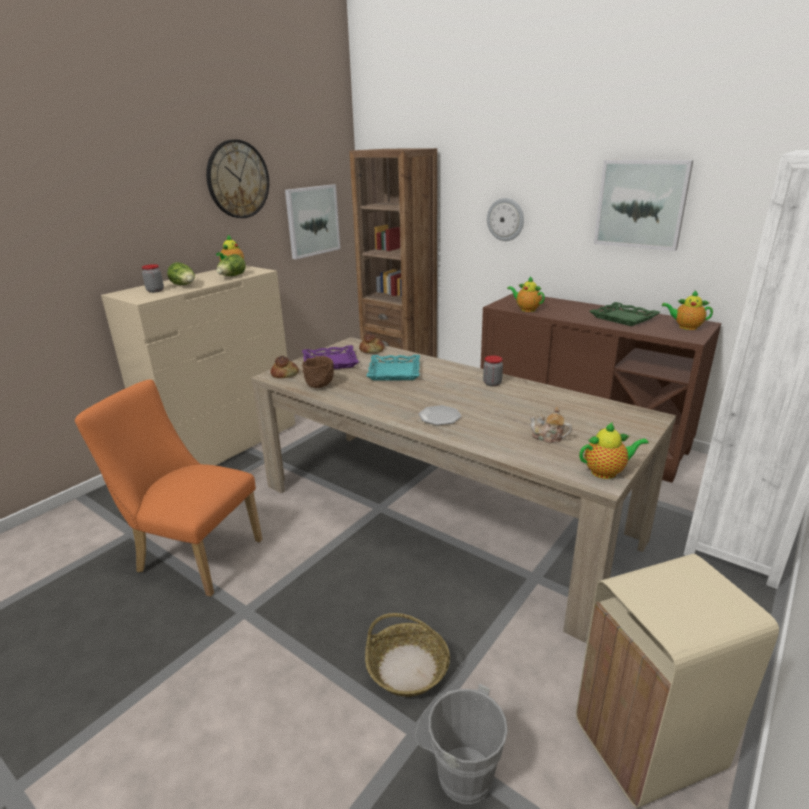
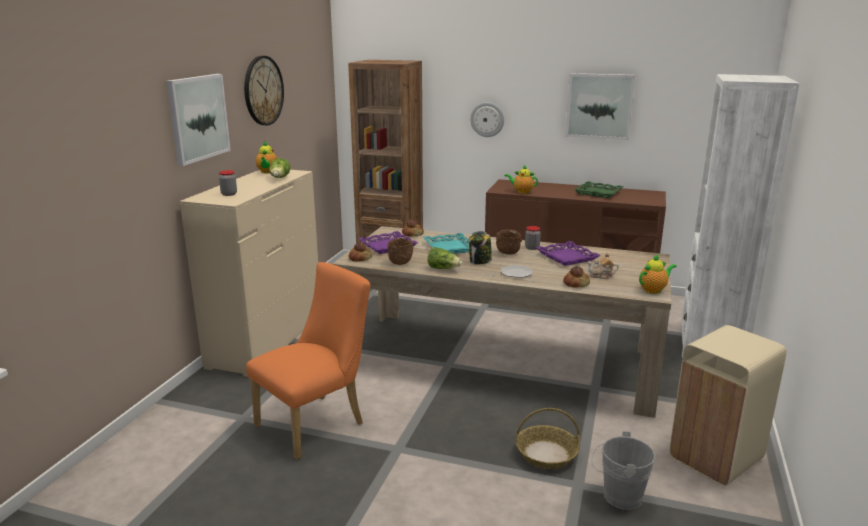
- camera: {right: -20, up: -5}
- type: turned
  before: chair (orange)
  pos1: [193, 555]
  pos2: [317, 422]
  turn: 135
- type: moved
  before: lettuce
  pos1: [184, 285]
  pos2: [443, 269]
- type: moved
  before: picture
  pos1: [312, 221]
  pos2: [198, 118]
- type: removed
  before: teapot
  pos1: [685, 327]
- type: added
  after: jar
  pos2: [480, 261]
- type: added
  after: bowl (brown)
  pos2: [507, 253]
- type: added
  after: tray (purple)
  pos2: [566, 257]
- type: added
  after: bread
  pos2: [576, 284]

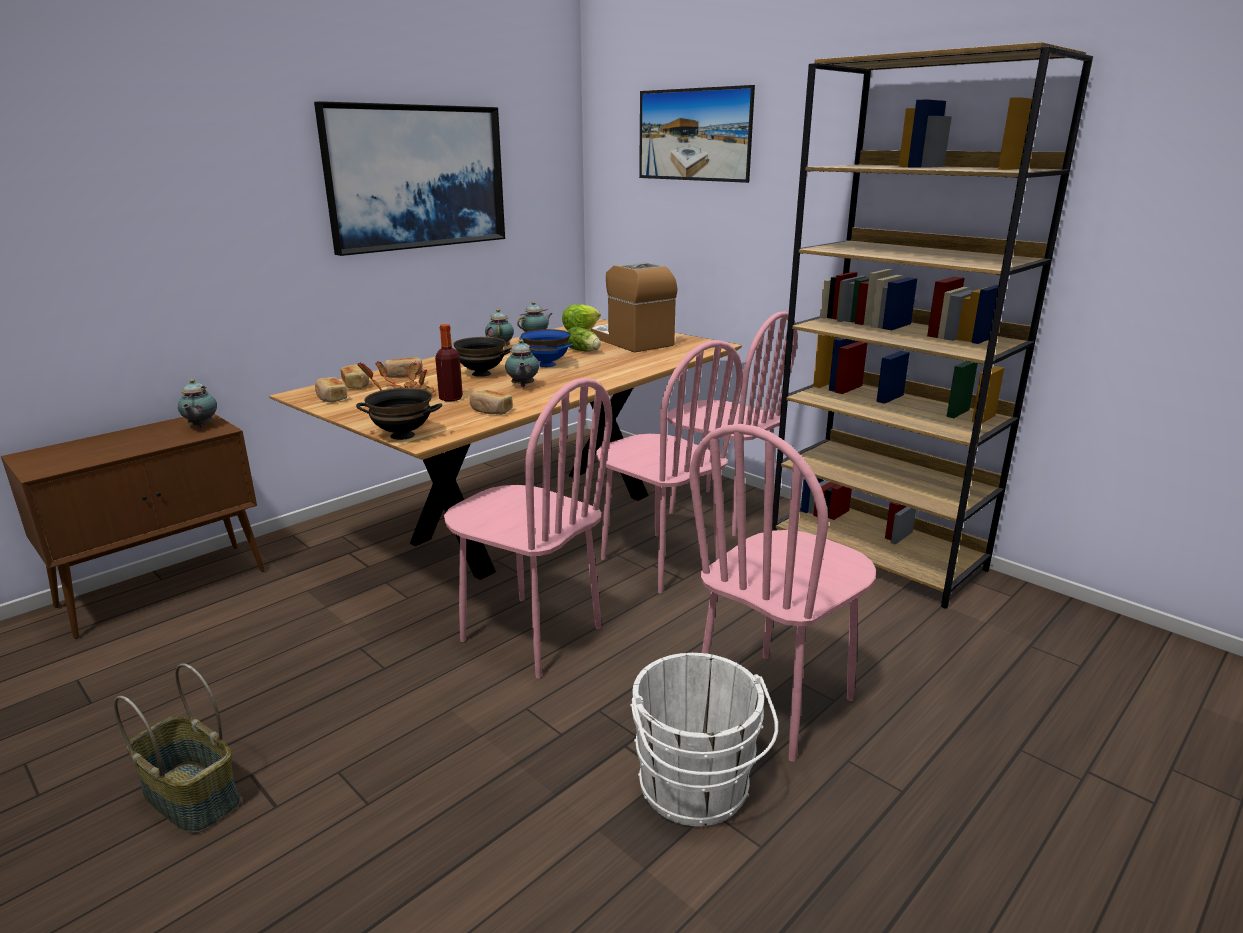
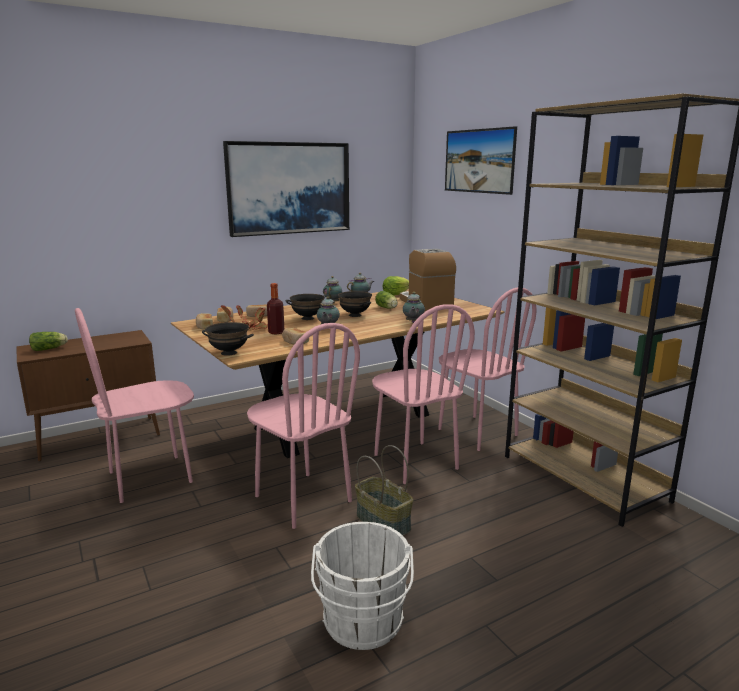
- camera: {right: 15, up: -5}
- type: moved
  before: basket
  pos1: [193, 797]
  pos2: [384, 522]
- type: moved
  before: teapot
  pos1: [200, 427]
  pos2: [413, 322]
- type: recoloured
  before: bowl (blue)
  after: bowl (black)
  pos1: [547, 364]
  pos2: [355, 315]
- type: moved
  before: chair (pink)
  pos1: [775, 703]
  pos2: [150, 477]
- type: added
  after: lettuce
  pos2: [50, 349]

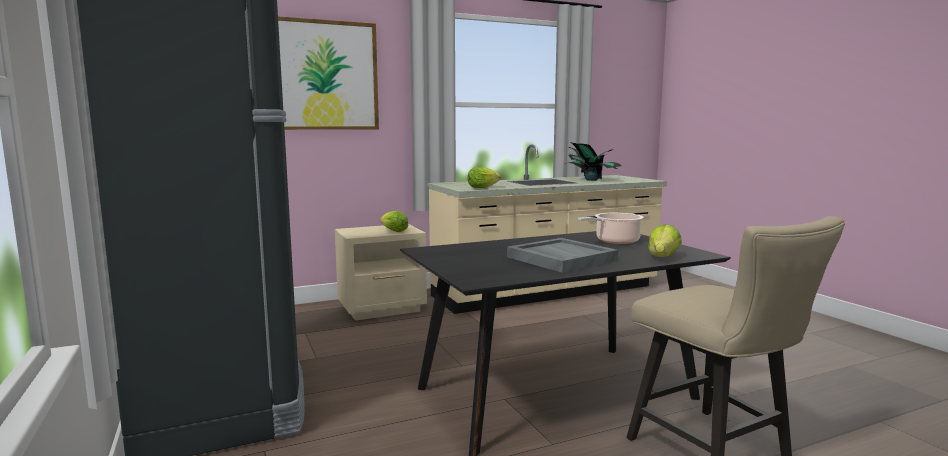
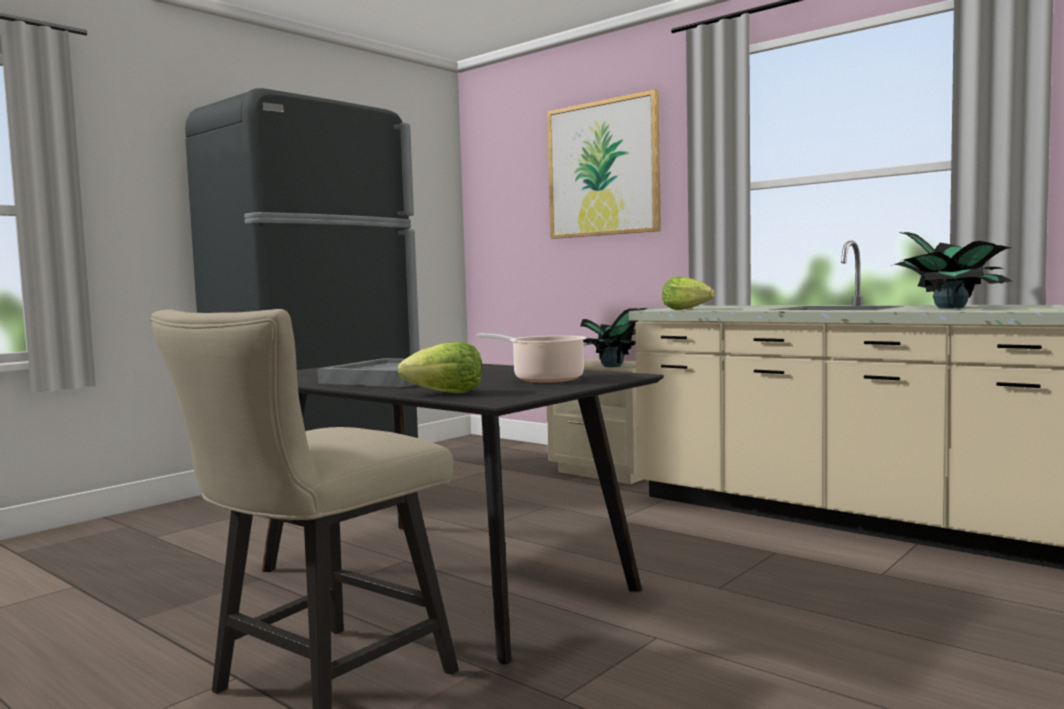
- camera: {right: 65, up: -5}
- type: replaced
  before: lettuce
  after: potted plant
  pos1: [394, 231]
  pos2: [612, 366]

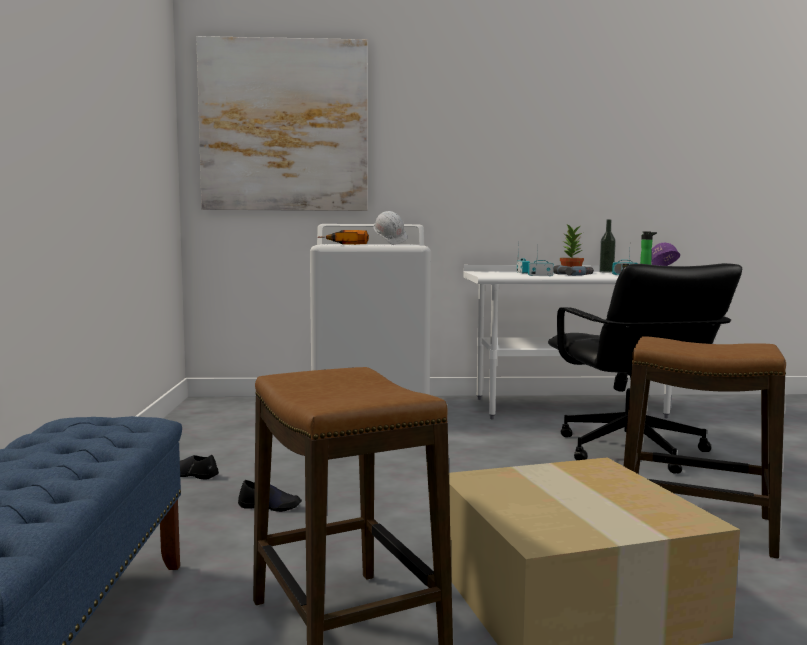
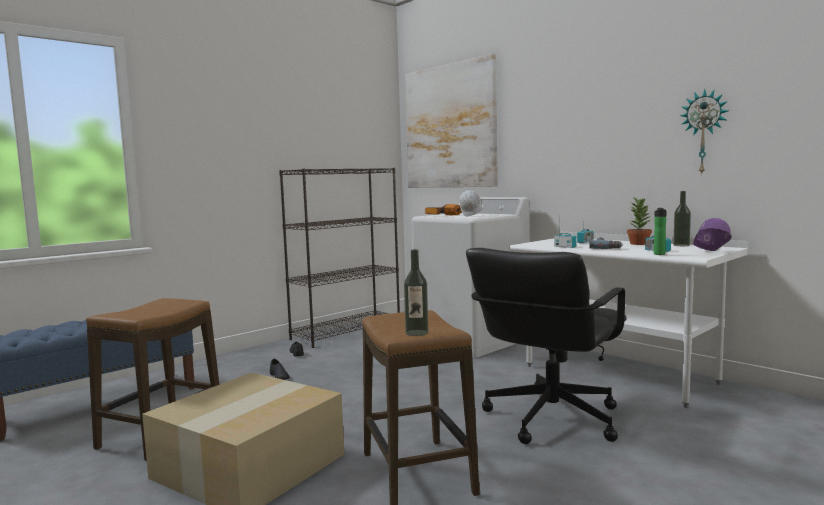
- camera: {right: 50, up: 0}
- type: added
  after: bookcase (black)
  pos2: [347, 332]
- type: added
  after: bottle
  pos2: [417, 333]
- type: added
  after: wall clock
  pos2: [704, 132]

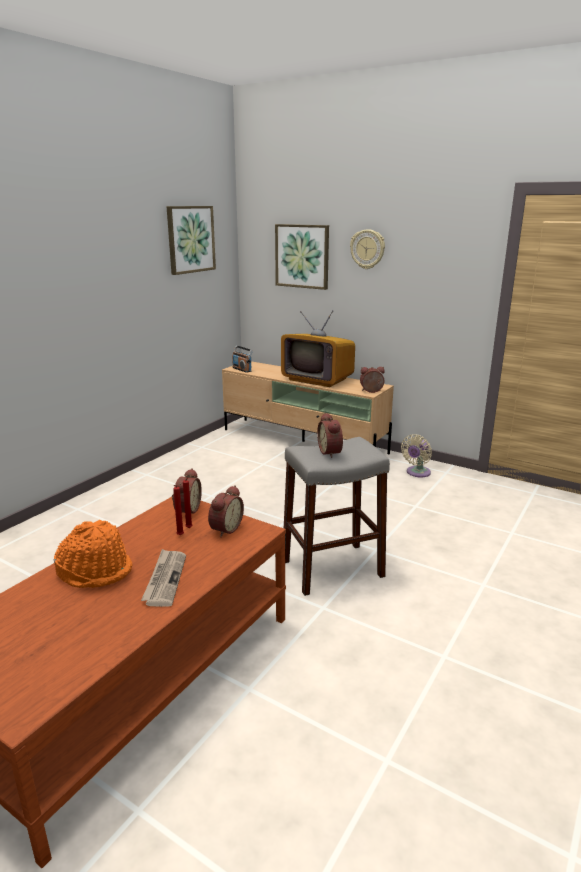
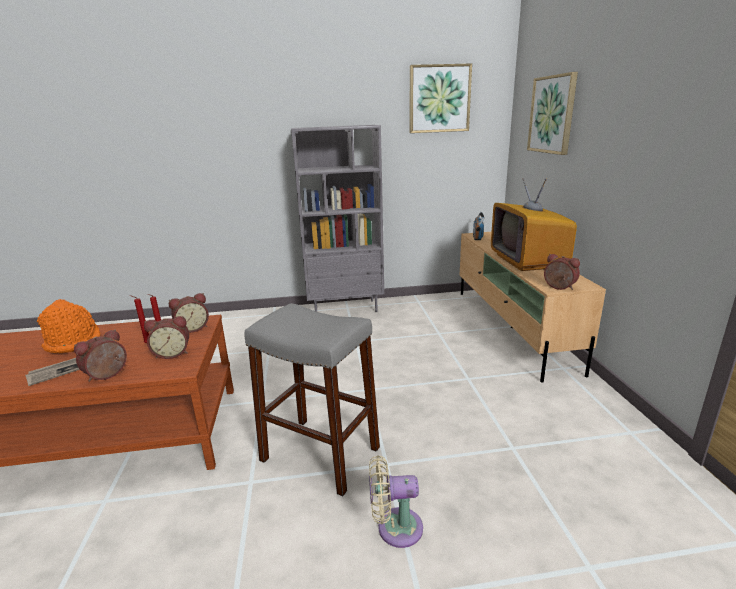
- camera: {right: 50, up: 0}
- type: moved
  before: alarm clock
  pos1: [331, 452]
  pos2: [108, 375]
- type: removed
  before: wall clock
  pos1: [367, 249]
- type: moved
  before: fan (beige)
  pos1: [417, 473]
  pos2: [394, 528]
- type: added
  after: bookcase (grey)
  pos2: [345, 308]

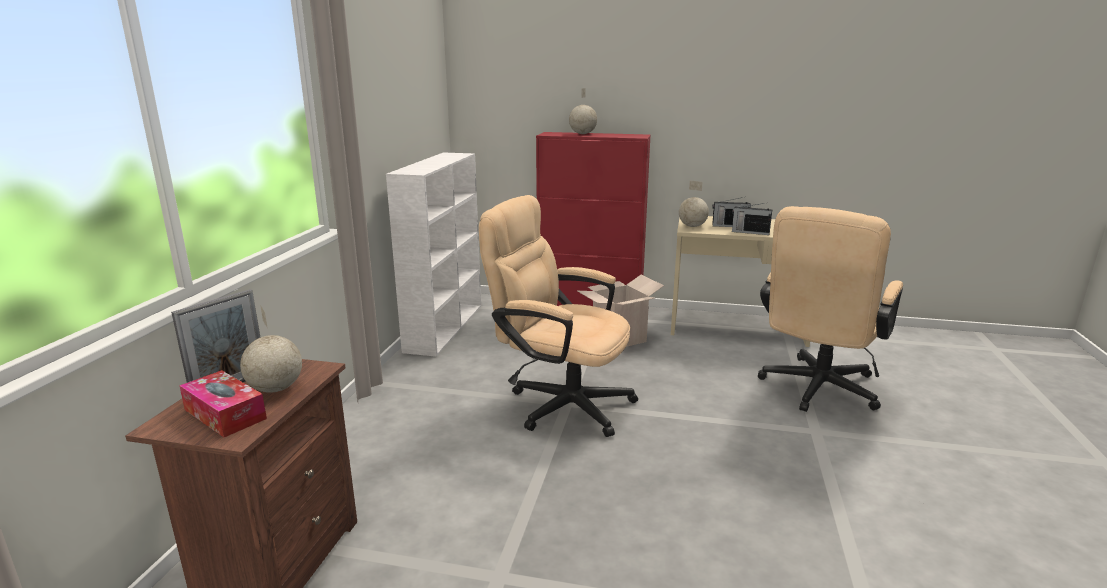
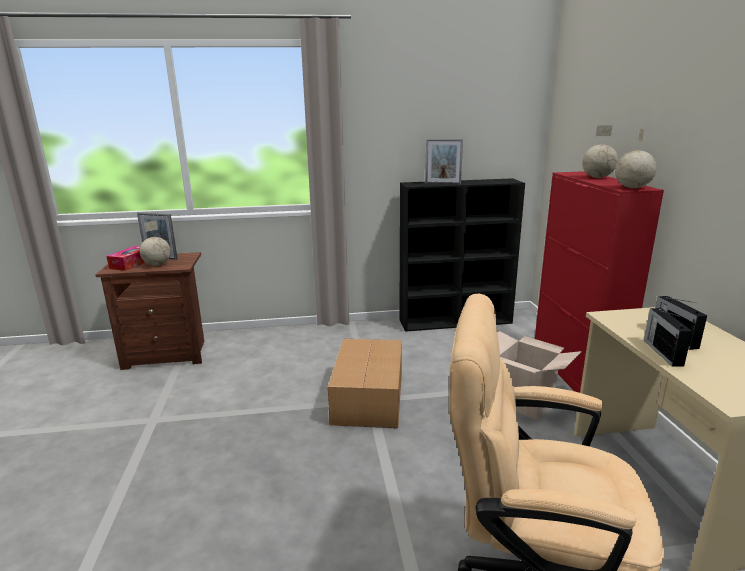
- camera: {right: 70, up: 0}
- type: recoloured
  before: bookcase (white)
  after: bookcase (black)
  pos1: [445, 327]
  pos2: [456, 321]
- type: replaced
  before: office chair (beige)
  after: cardboard box
  pos1: [560, 403]
  pos2: [369, 396]
- type: moved
  before: globe
  pos1: [692, 226]
  pos2: [632, 188]
- type: added
  after: picture frame
  pos2: [443, 183]

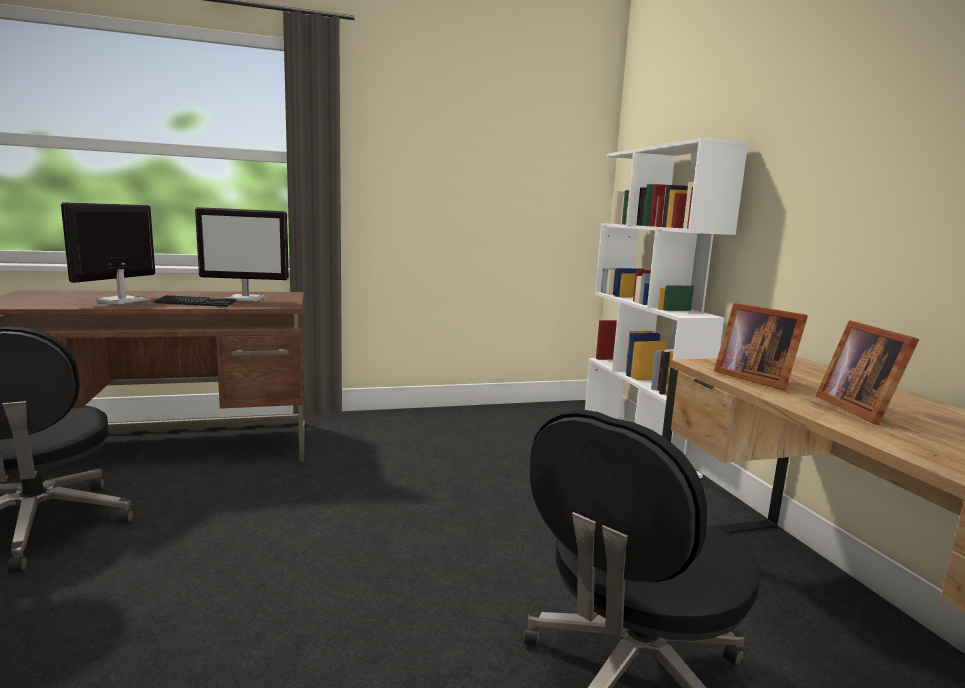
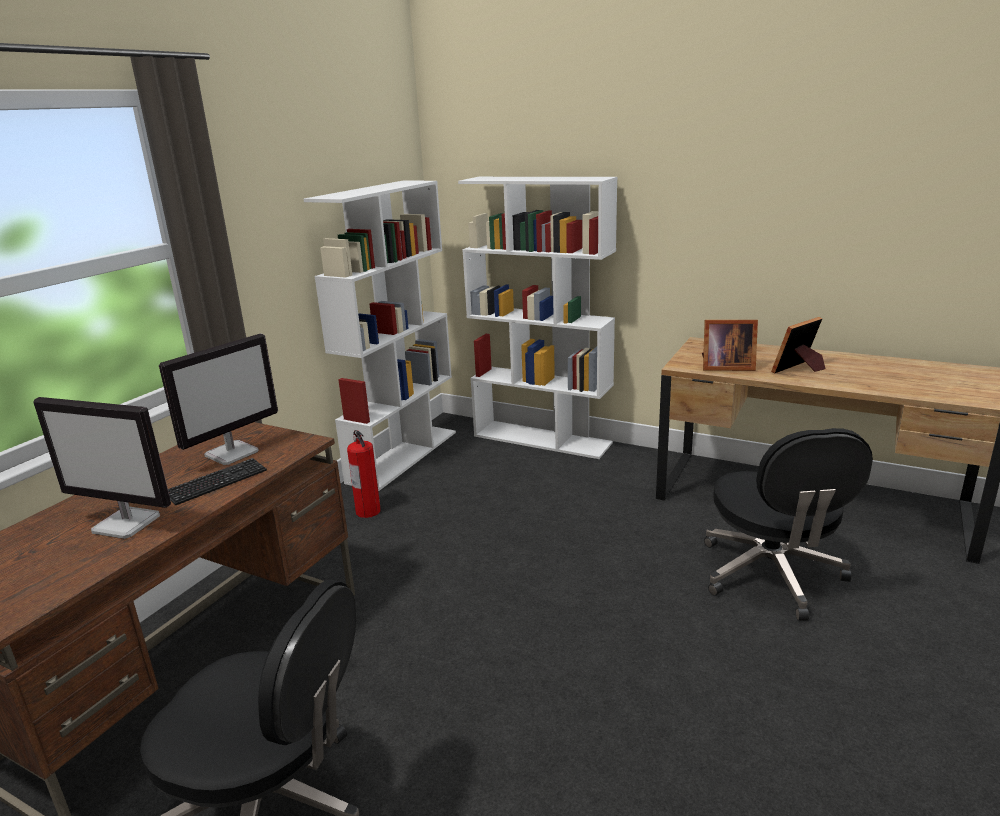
- camera: {right: -45, up: 10}
- type: turned
  before: monitor
  pos1: [121, 301]
  pos2: [128, 524]
  turn: -45
- type: turned
  before: picture frame
  pos1: [859, 409]
  pos2: [799, 369]
  turn: 105
- type: added
  after: bookcase (white)
  pos2: [403, 456]
- type: added
  after: fire extinguisher
  pos2: [368, 511]

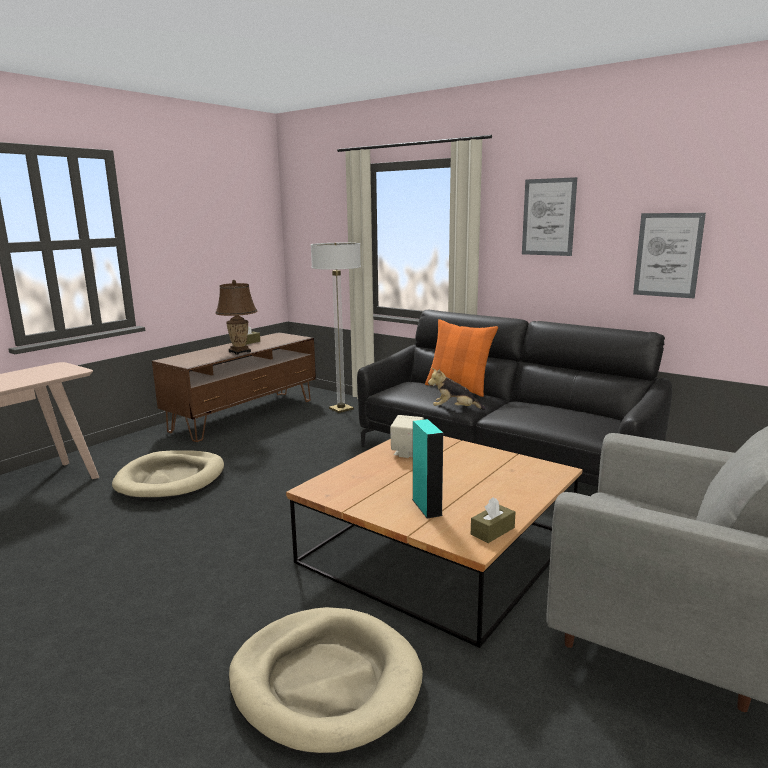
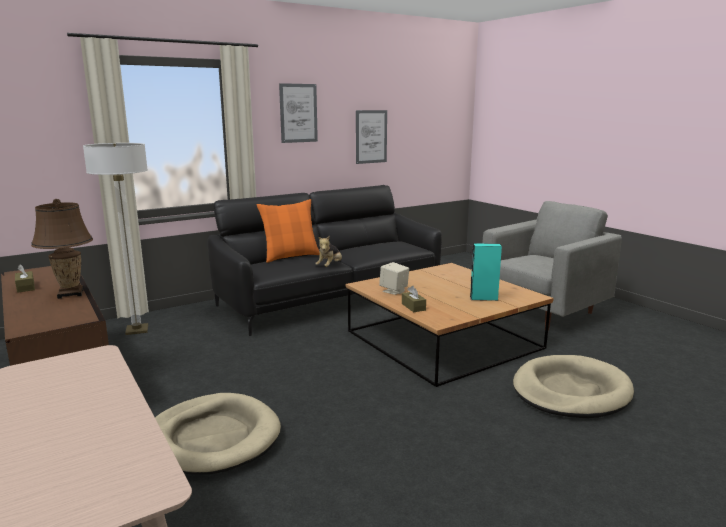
- camera: {right: -70, up: 0}
- type: moved
  before: tissue box (brown)
  pos1: [492, 531]
  pos2: [413, 307]

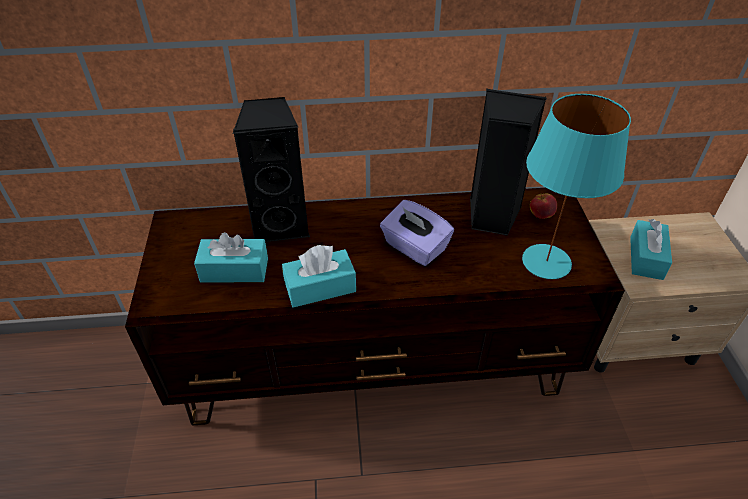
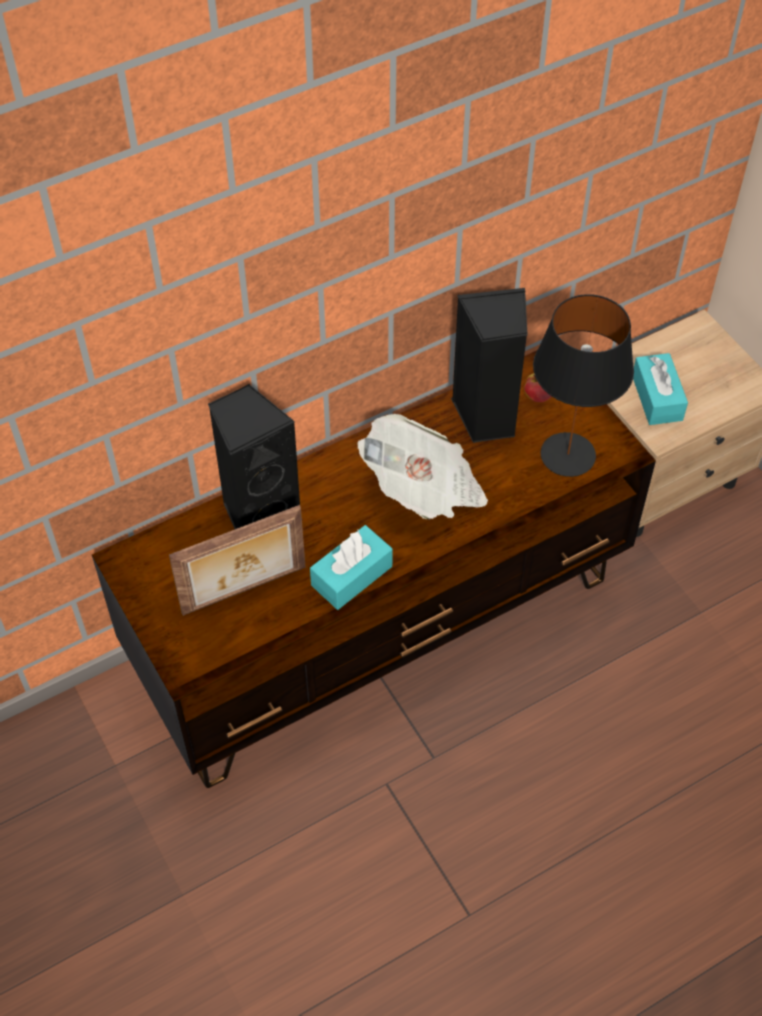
- camera: {right: -25, up: 10}
- type: replaced
  before: tissue box (turquoise)
  after: picture frame
  pos1: [234, 270]
  pos2: [245, 592]
- type: replaced
  before: tissue box (purple)
  after: newspaper
  pos1: [414, 247]
  pos2: [424, 489]
- type: recoloured
  before: table lamp (turquoise)
  after: table lamp (black)
  pos1: [546, 262]
  pos2: [567, 455]

